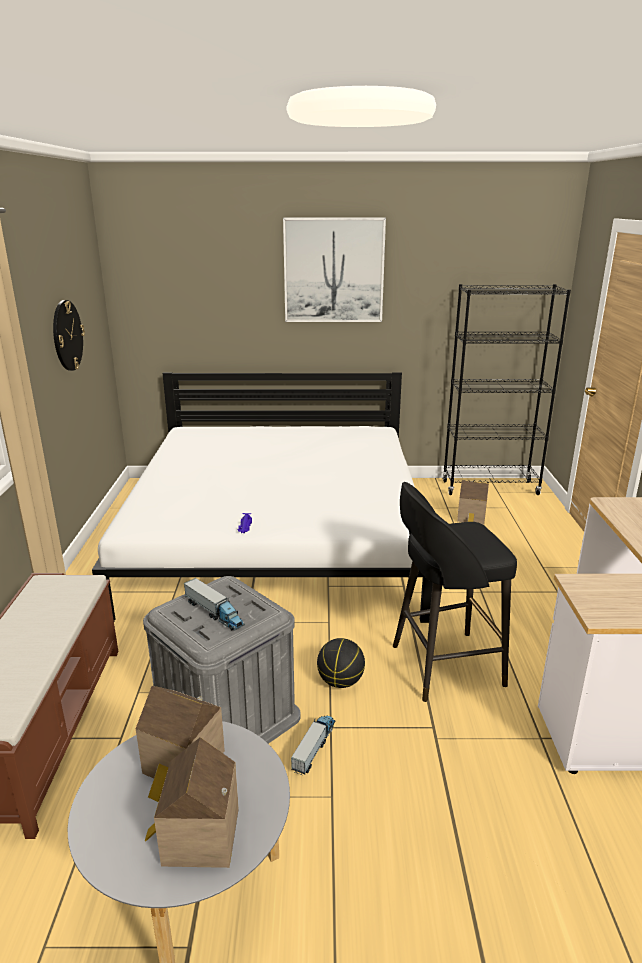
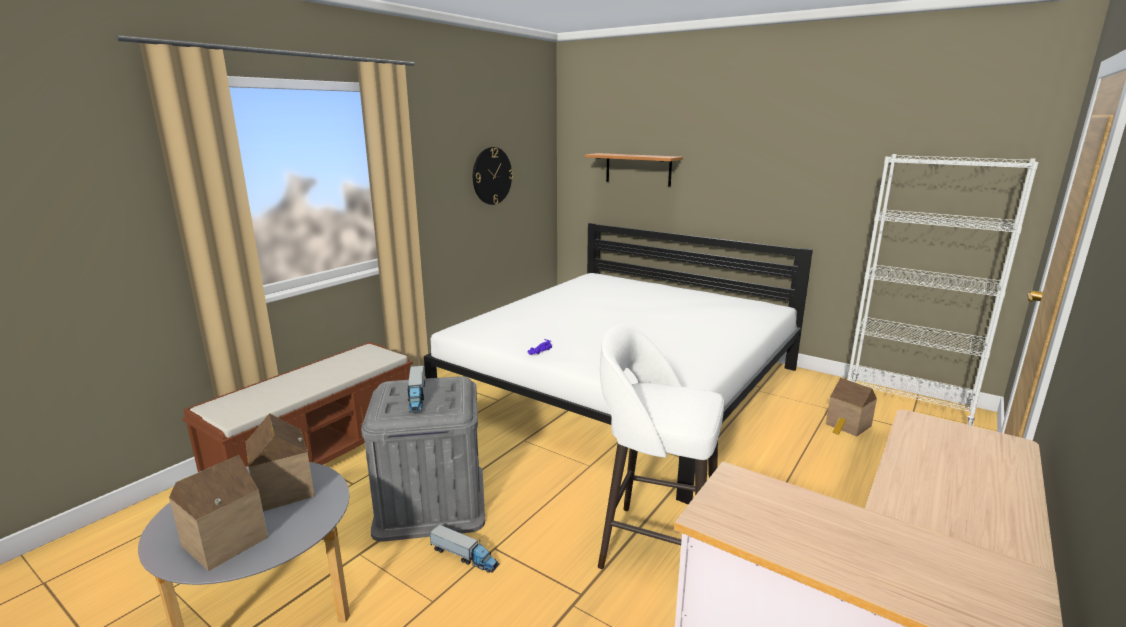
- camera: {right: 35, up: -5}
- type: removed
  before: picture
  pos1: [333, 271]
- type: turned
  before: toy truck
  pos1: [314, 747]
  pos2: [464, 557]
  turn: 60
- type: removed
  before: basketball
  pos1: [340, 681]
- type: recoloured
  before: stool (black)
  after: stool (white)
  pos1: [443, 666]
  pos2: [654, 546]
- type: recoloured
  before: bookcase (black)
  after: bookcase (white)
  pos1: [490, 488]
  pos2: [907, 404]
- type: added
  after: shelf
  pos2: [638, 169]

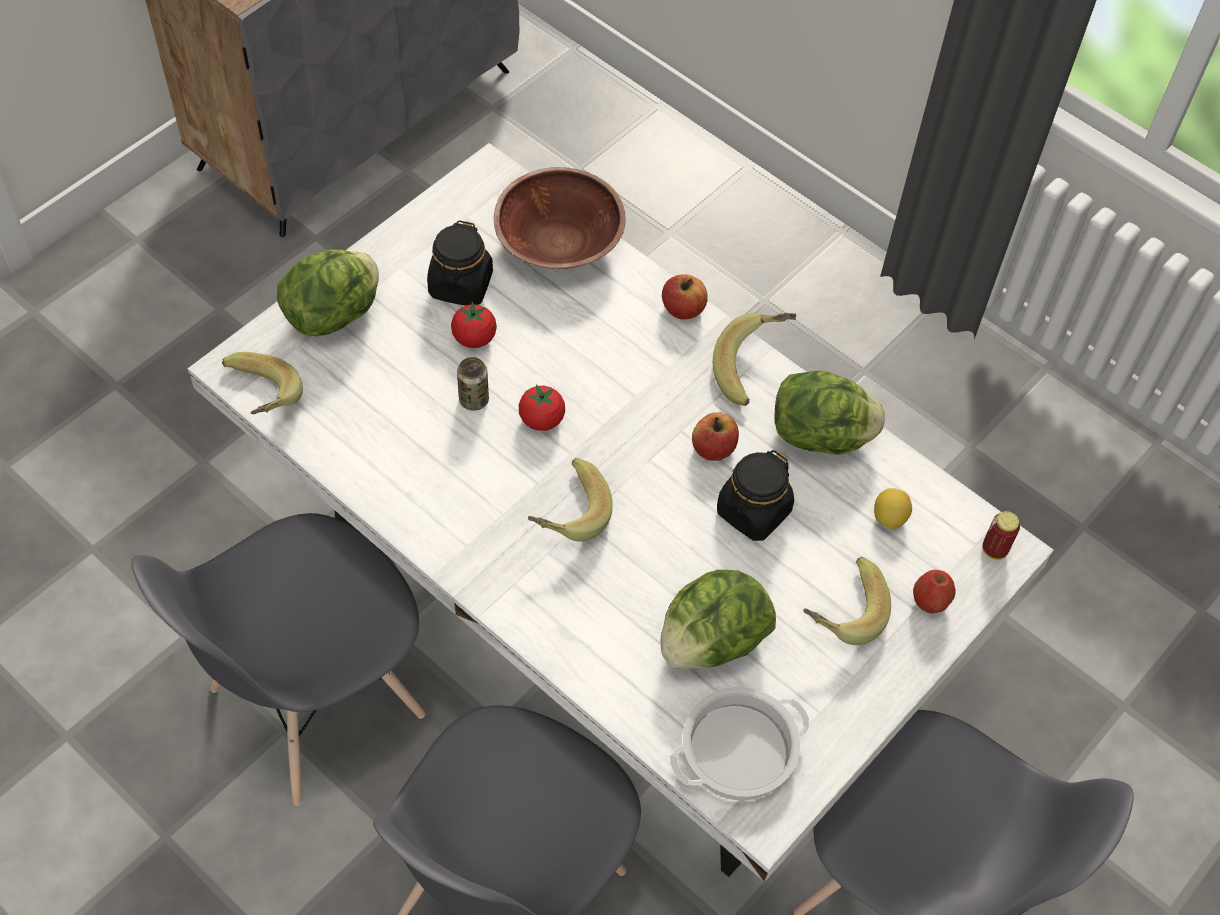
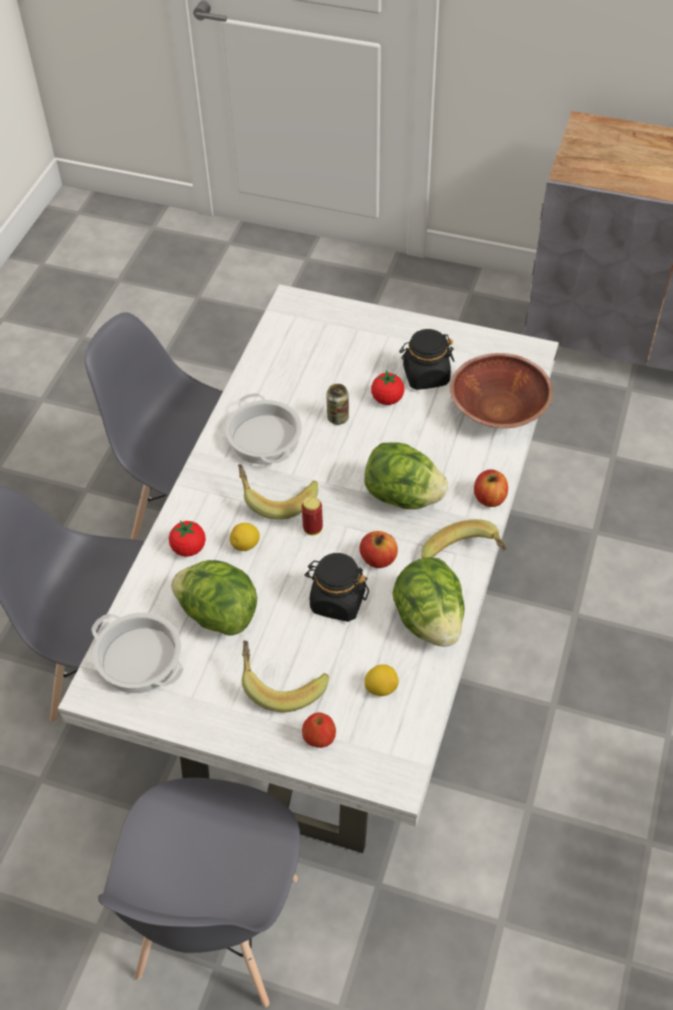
- camera: {right: 70, up: -5}
- type: removed
  before: banana
  pos1: [258, 400]
- type: moved
  before: lettuce
  pos1: [334, 314]
  pos2: [403, 496]
- type: moved
  before: tomato
  pos1: [541, 420]
  pos2: [189, 548]
- type: moved
  before: can
  pos1: [994, 550]
  pos2: [313, 529]
- type: added
  after: cooking pot
  pos2: [265, 438]
- type: added
  after: lemon
  pos2: [245, 545]

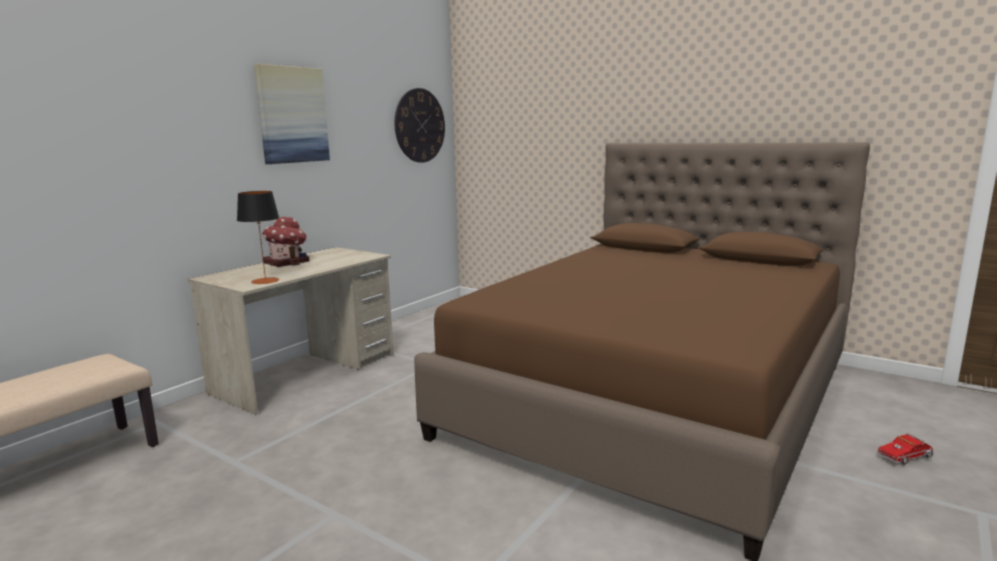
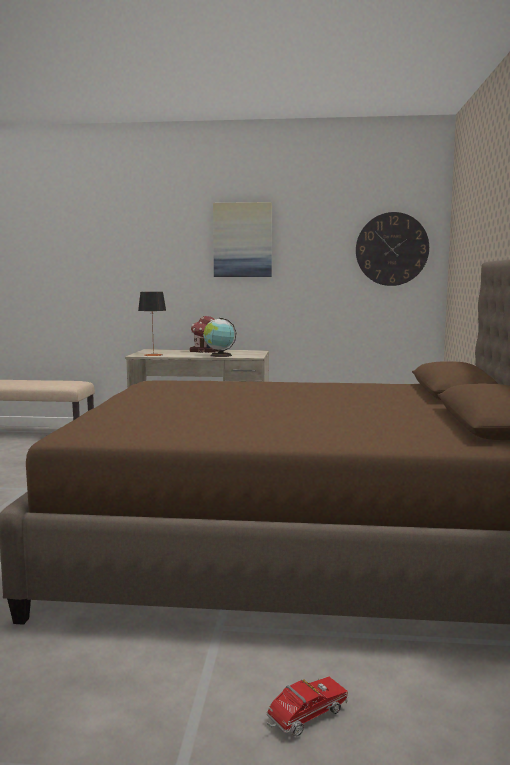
- camera: {right: 60, up: -5}
- type: turned
  before: toy truck
  pos1: [906, 457]
  pos2: [304, 717]
  turn: 105
- type: added
  after: globe
  pos2: [219, 355]

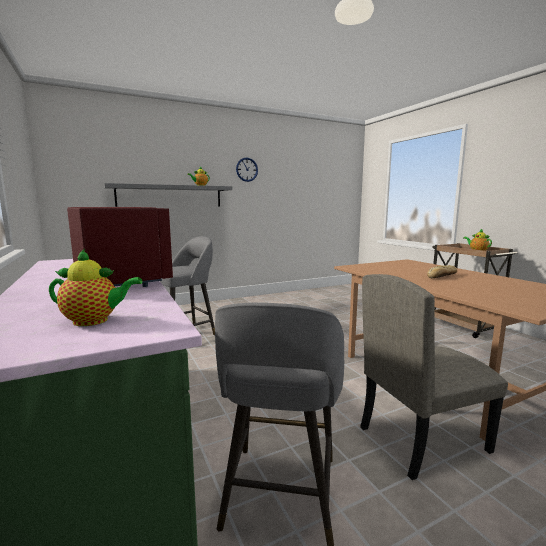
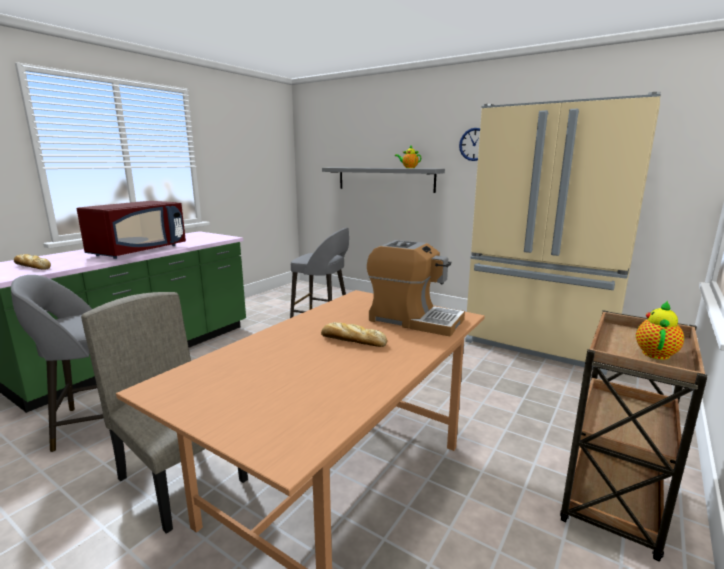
- camera: {right: 60, up: 5}
- type: replaced
  before: teapot
  after: bread
  pos1: [95, 321]
  pos2: [32, 266]
- type: added
  after: coffee machine
  pos2: [414, 320]
- type: added
  after: fridge (beige)
  pos2: [539, 344]

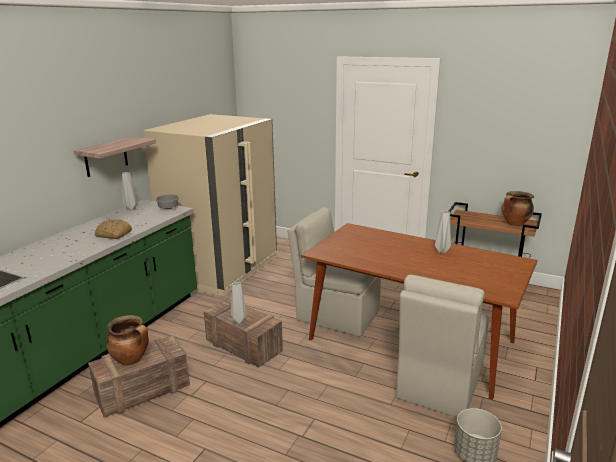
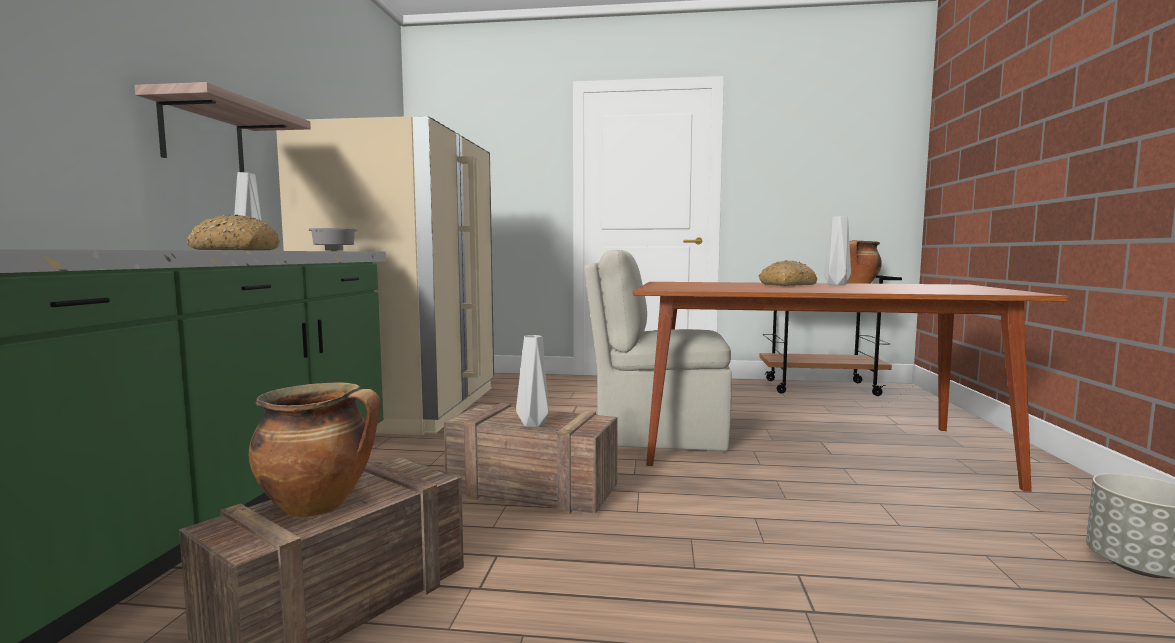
- camera: {right: -20, up: -15}
- type: removed
  before: chair (beige)
  pos1: [438, 385]
- type: added
  after: bread
  pos2: [787, 285]

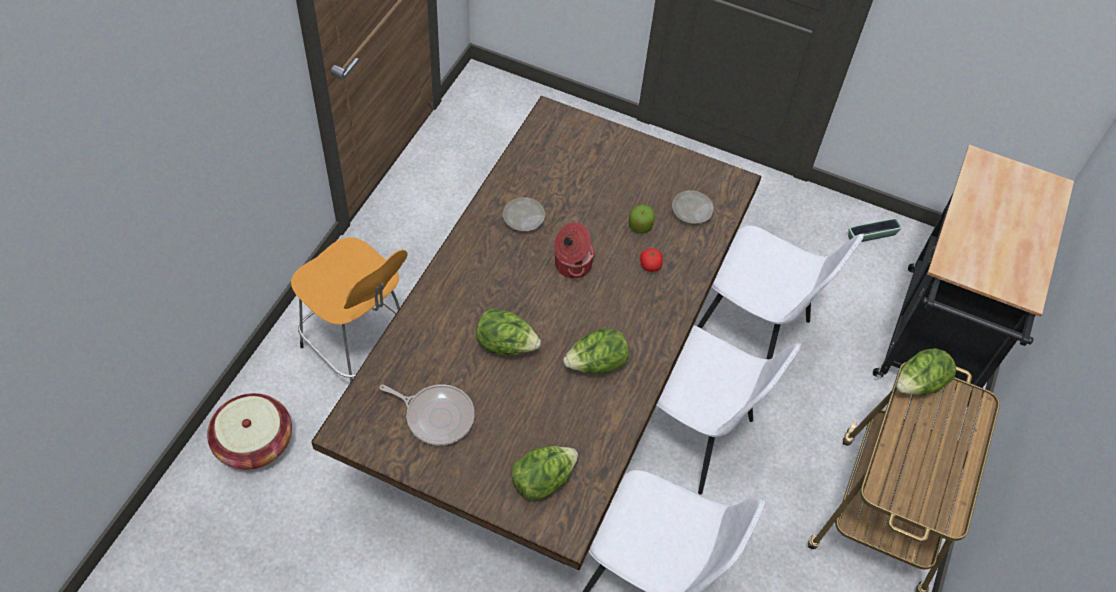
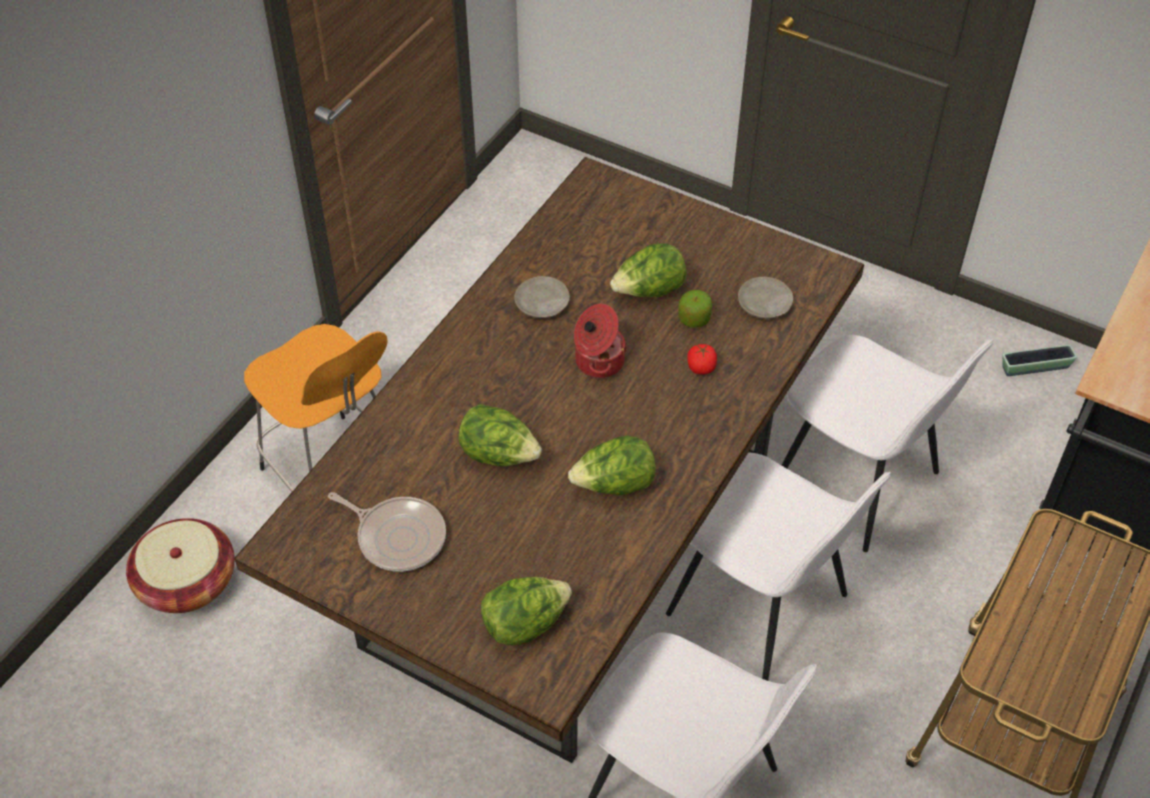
- camera: {right: 10, up: -5}
- type: moved
  before: lettuce
  pos1: [918, 385]
  pos2: [649, 291]

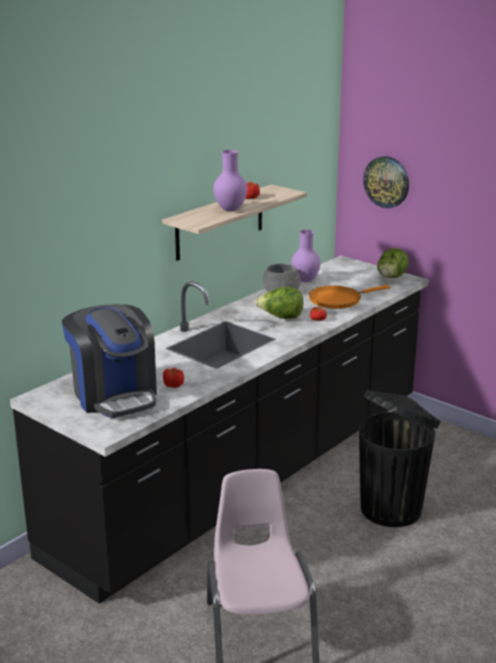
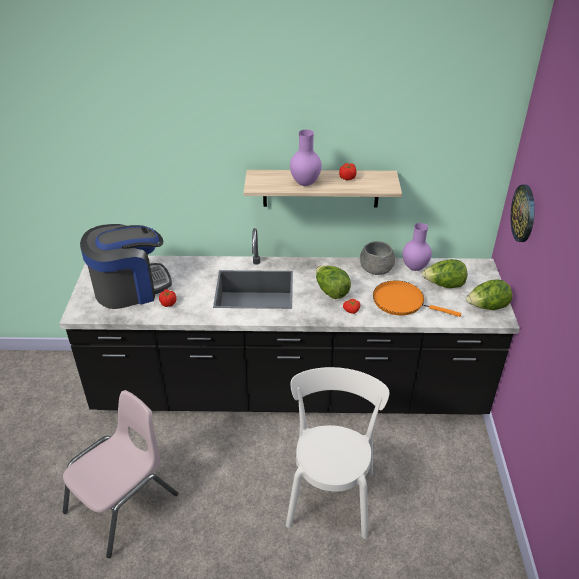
- camera: {right: 50, up: 15}
- type: turned
  before: coffee machine
  pos1: [114, 395]
  pos2: [130, 288]
  turn: -135
- type: replaced
  before: trash can (black)
  after: chair (white)
  pos1: [392, 508]
  pos2: [331, 493]
- type: added
  after: lettuce
  pos2: [444, 285]

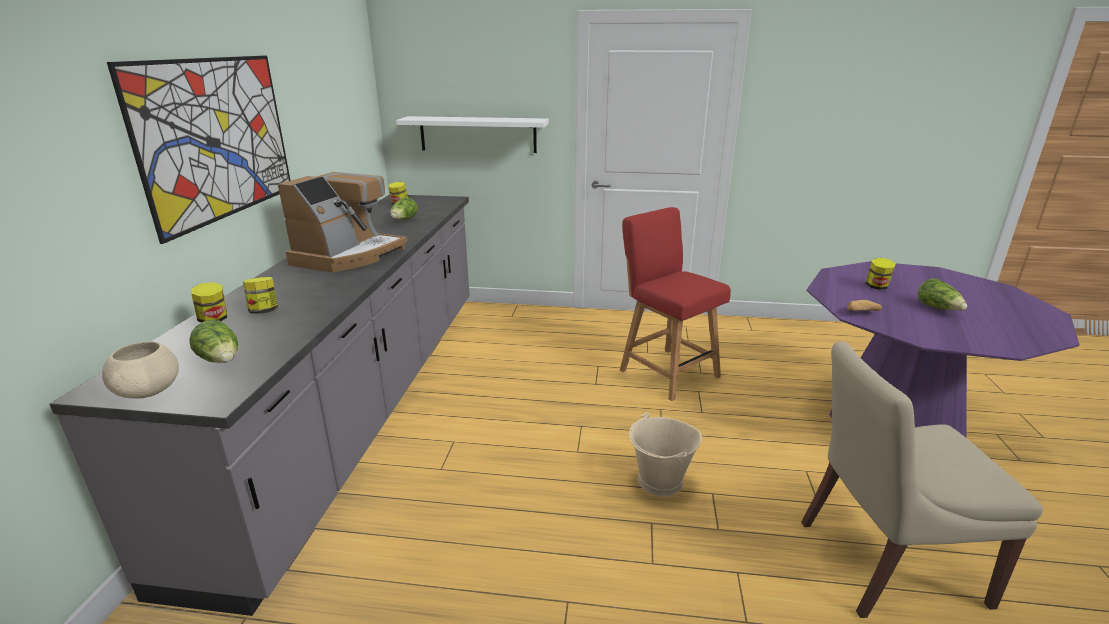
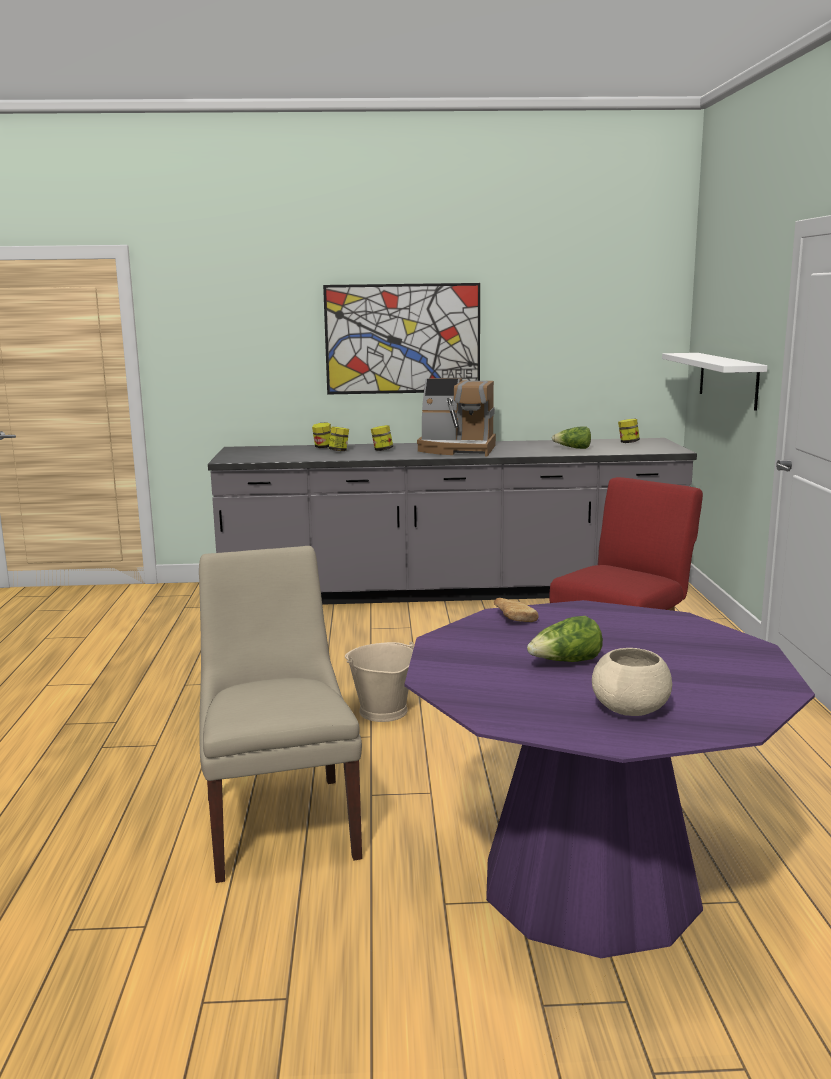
- camera: {right: 80, up: -10}
- type: moved
  before: bowl (beige)
  pos1: [149, 390]
  pos2: [631, 709]
- type: removed
  before: lettuce
  pos1: [221, 360]
- type: moved
  before: jar
  pos1: [876, 287]
  pos2: [382, 450]

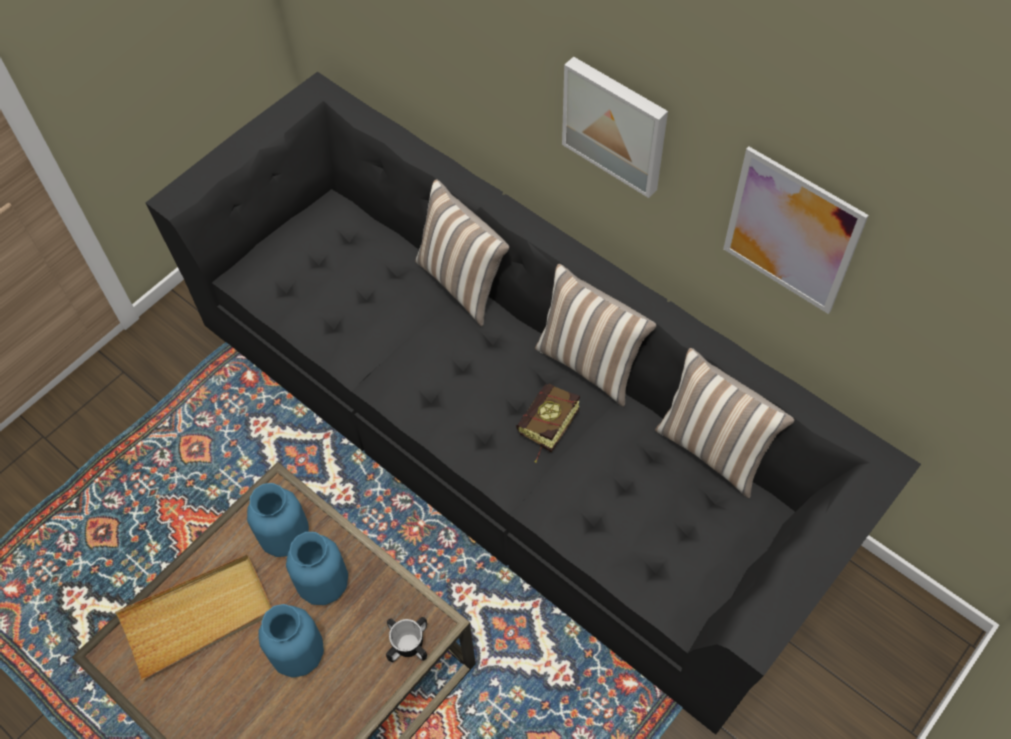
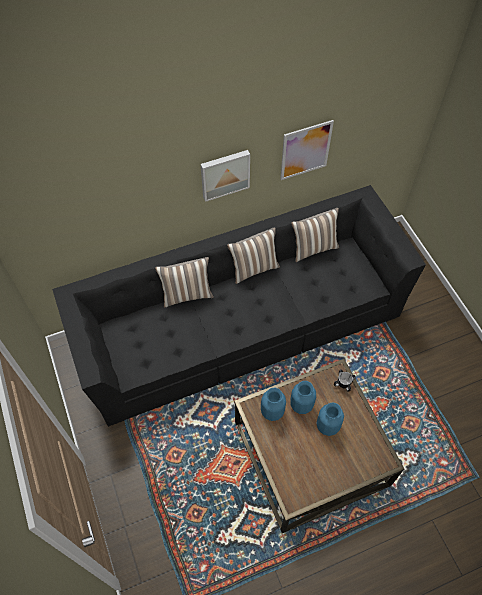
- camera: {right: -65, up: 0}
- type: removed
  before: tray (beige)
  pos1: [198, 617]
- type: removed
  before: book
  pos1: [545, 430]

